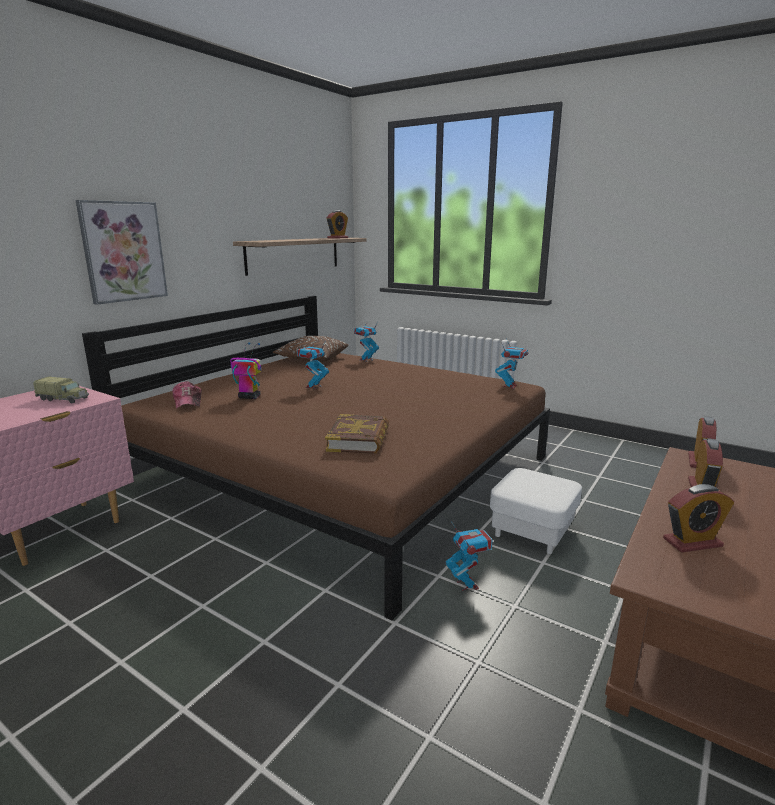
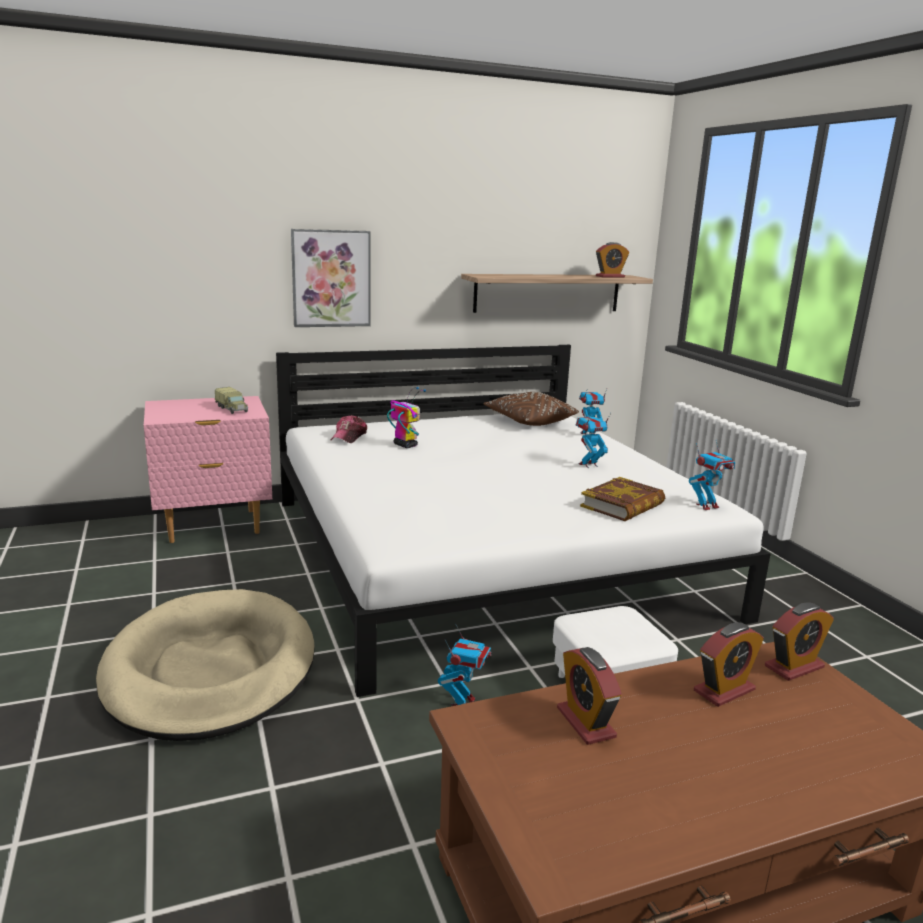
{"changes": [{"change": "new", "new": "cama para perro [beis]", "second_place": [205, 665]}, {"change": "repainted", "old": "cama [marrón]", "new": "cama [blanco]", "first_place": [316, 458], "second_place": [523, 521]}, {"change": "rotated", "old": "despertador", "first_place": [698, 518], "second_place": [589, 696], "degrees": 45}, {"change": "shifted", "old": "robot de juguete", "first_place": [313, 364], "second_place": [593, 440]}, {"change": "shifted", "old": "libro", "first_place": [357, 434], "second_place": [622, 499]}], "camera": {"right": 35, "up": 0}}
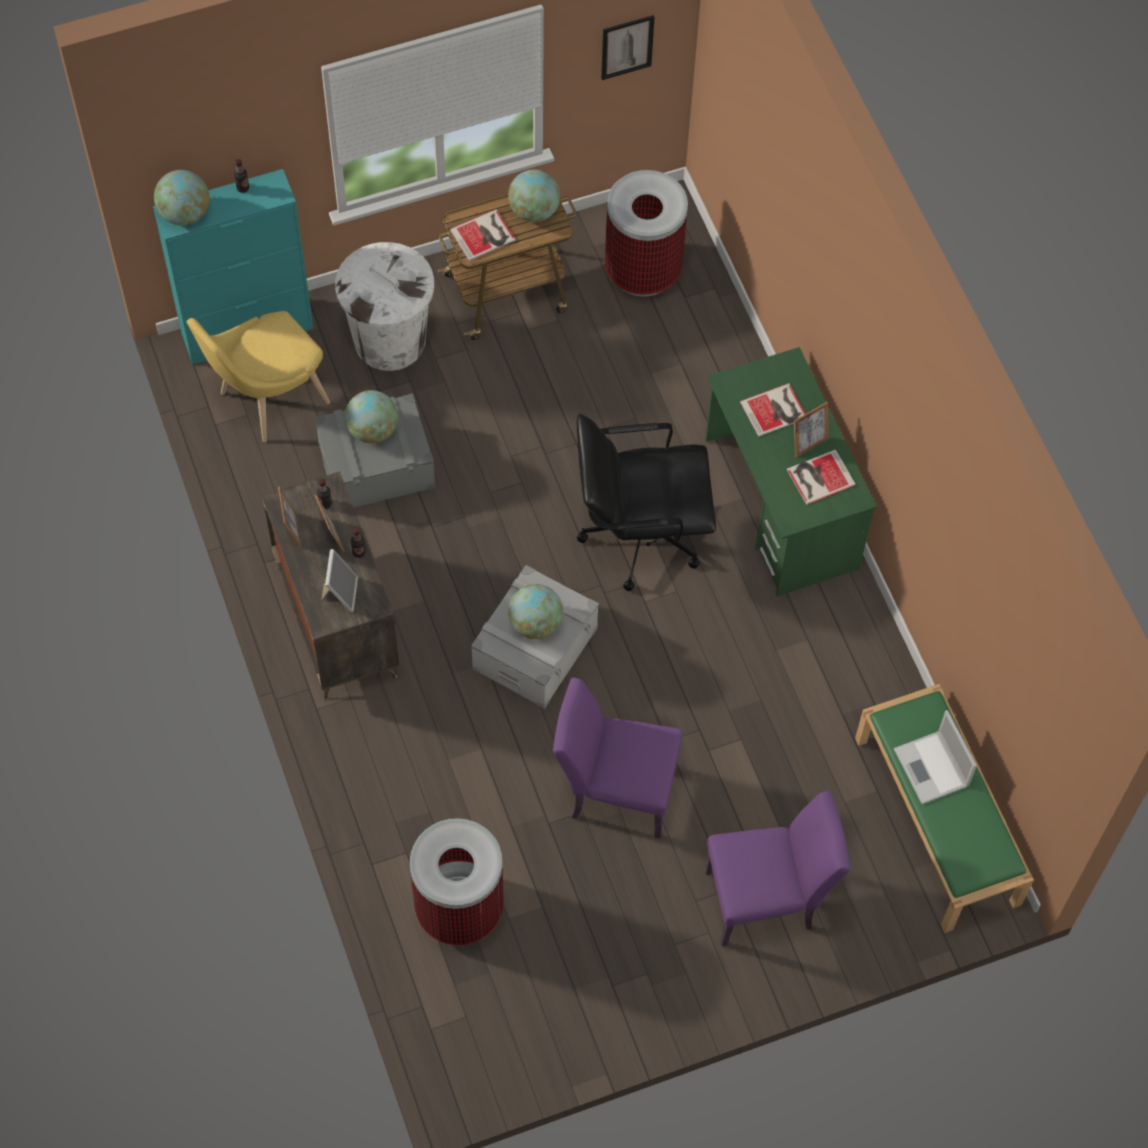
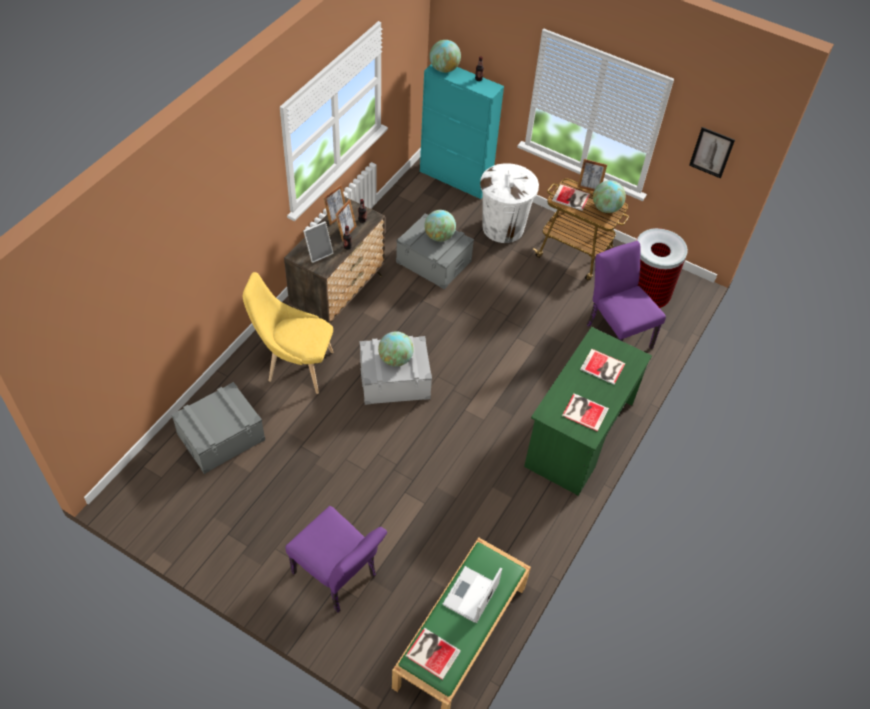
{"changes": [{"change": "swapped", "old": "papelera", "new": "caja de almacenaje [gris]", "first_place": [457, 881], "second_place": [218, 428]}, {"change": "shifted", "old": "silla [amarillo]", "first_place": [258, 376], "second_place": [288, 333]}, {"change": "new", "new": "libro", "second_place": [433, 654]}, {"change": "shifted", "old": "portarretratos", "first_place": [811, 429], "second_place": [592, 175]}, {"change": "shifted", "old": "silla [morado]", "first_place": [617, 758], "second_place": [626, 295]}, {"change": "gone", "old": "silla de oficina [negro]", "first_place": [646, 502]}], "camera": {"right": 50, "up": -10}}
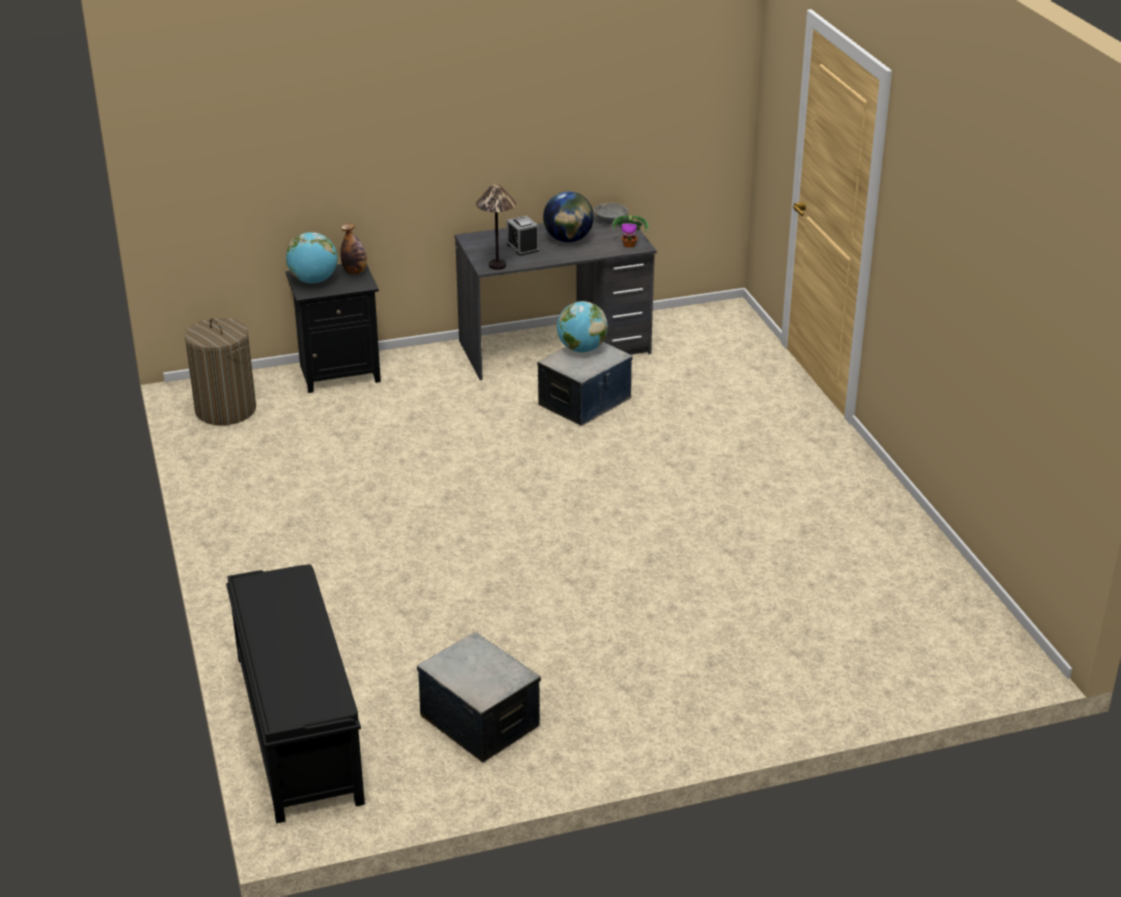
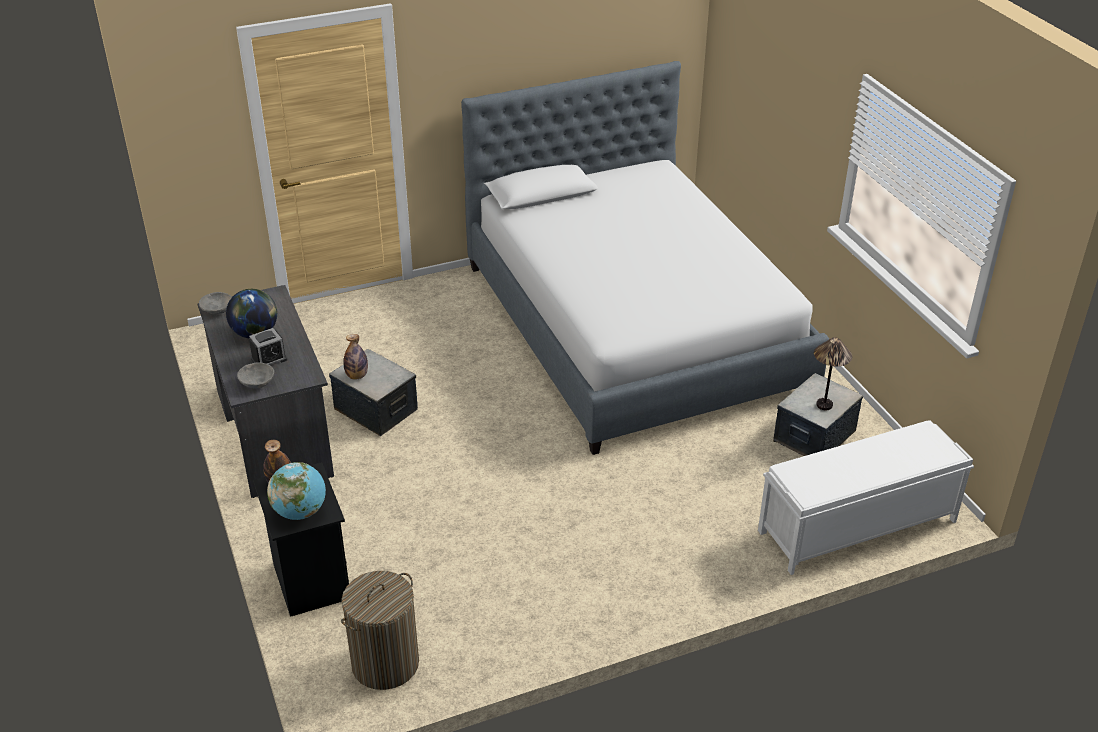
{"changes": [{"change": "new", "new": "cuenco [gris]", "second_place": [255, 375]}, {"change": "swapped", "old": "globo terráqueo", "new": "botella", "first_place": [582, 326], "second_place": [355, 357]}, {"change": "new", "new": "cama", "second_place": [645, 258]}, {"change": "repainted", "old": "banco [negro]", "new": "banco [blanco]", "first_place": [295, 693], "second_place": [866, 497]}, {"change": "shifted", "old": "lámpara de mesa", "first_place": [496, 227], "second_place": [833, 373]}, {"change": "gone", "old": "planta en maceta", "first_place": [630, 231]}], "camera": {"right": -95, "up": 5}}
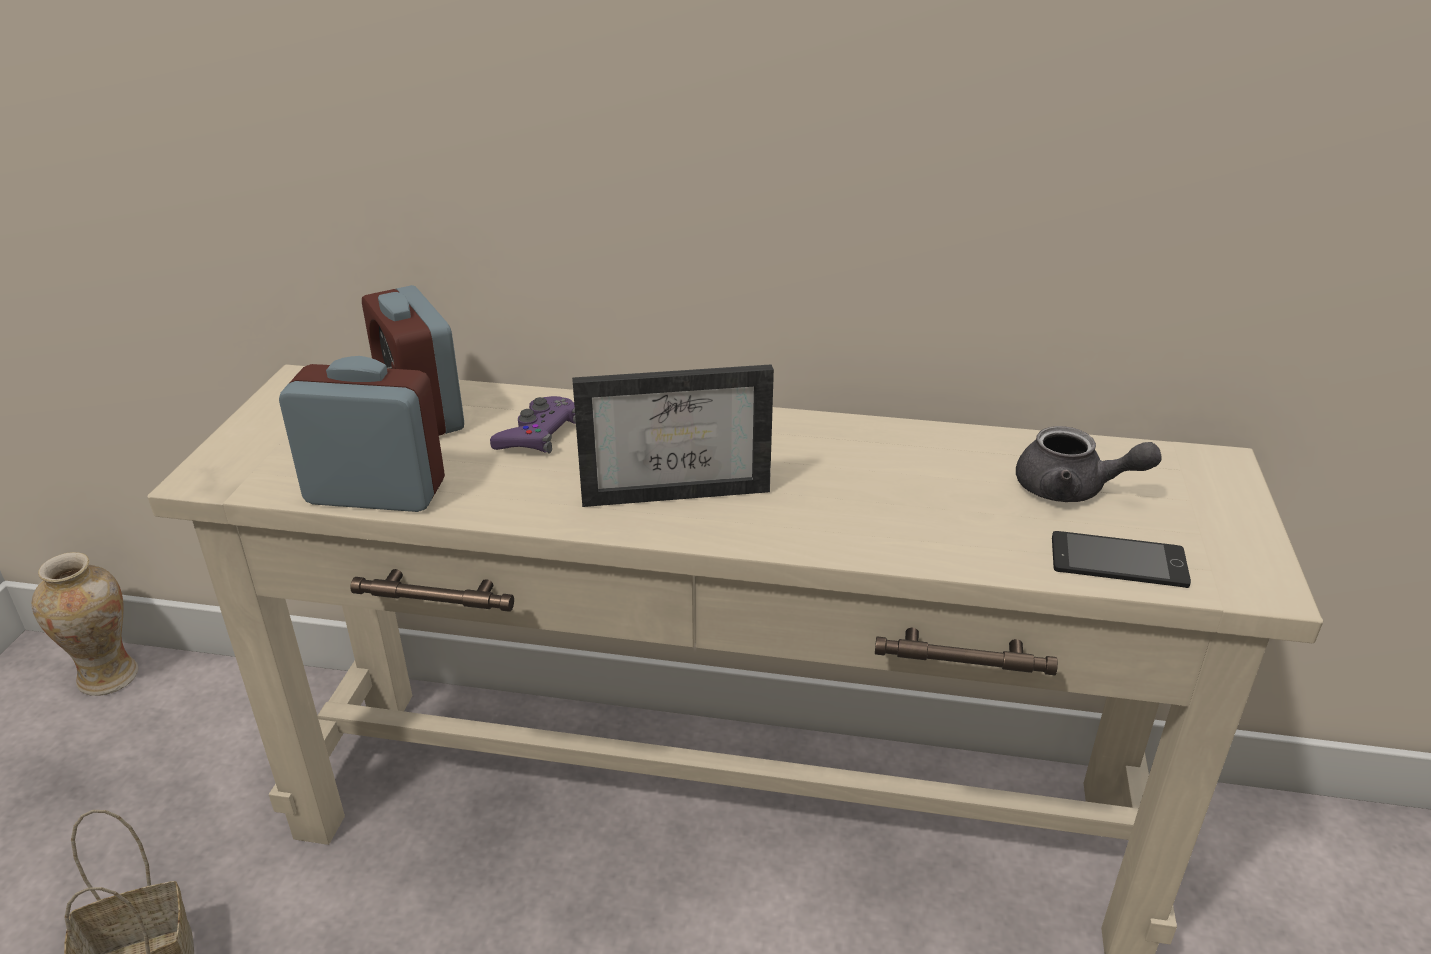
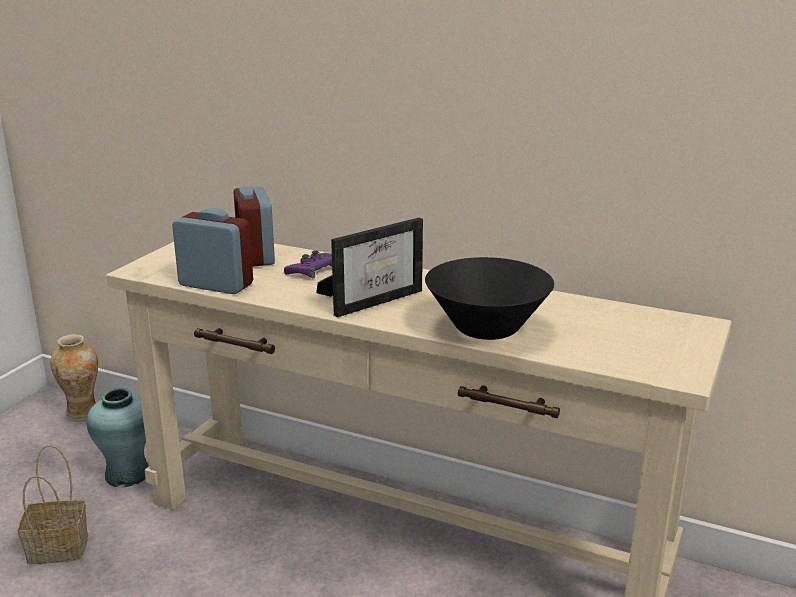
{"changes": [{"change": "new", "new": "florero [turquesa]", "second_place": [118, 437]}, {"change": "rotated", "old": "portarretratos", "first_place": [673, 435], "second_place": [369, 267], "degrees": -45}, {"change": "new", "new": "cuenco [negro]", "second_place": [489, 298]}, {"change": "gone", "old": "tetera [gris]", "first_place": [1089, 464]}, {"change": "gone", "old": "móvil", "first_place": [1121, 559]}], "camera": {"right": 15, "up": -10}}
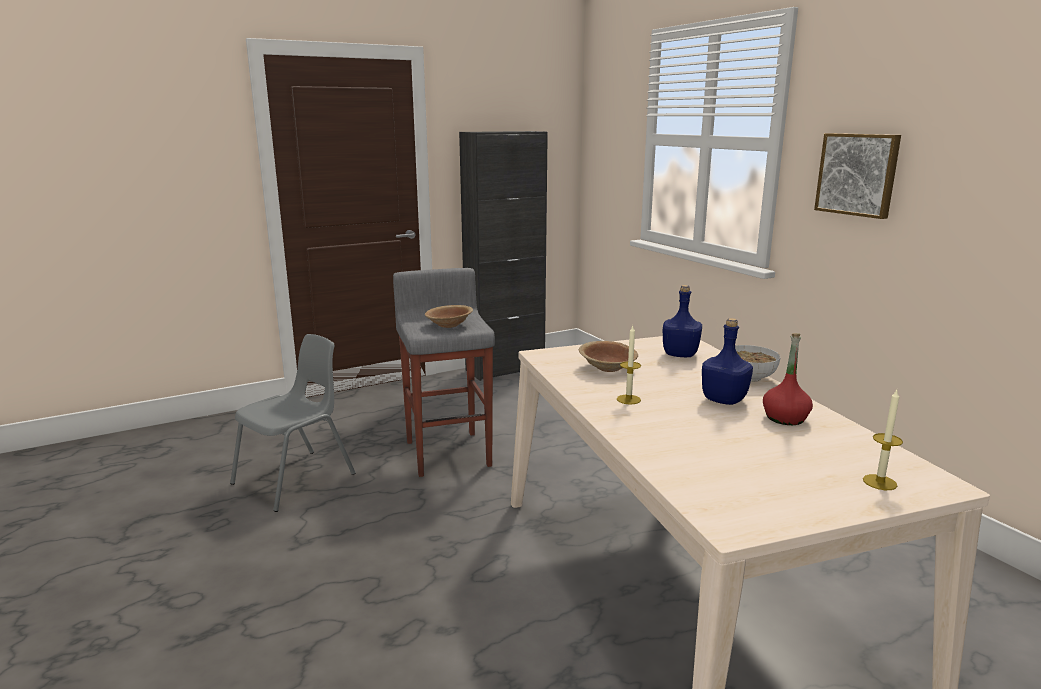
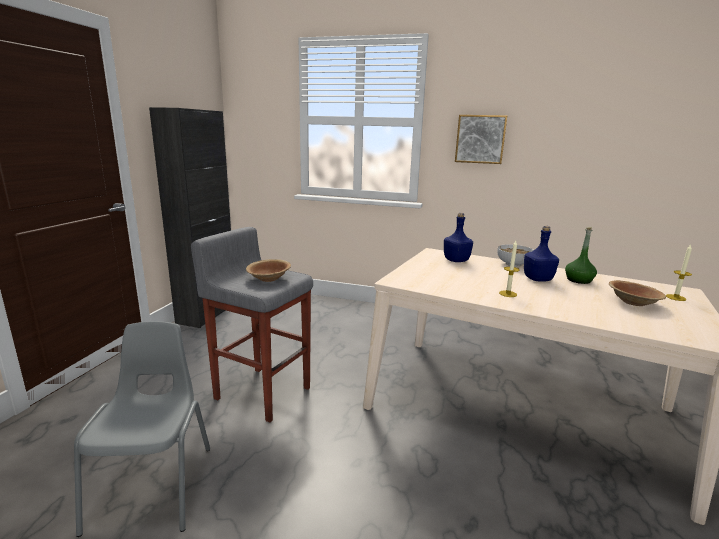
{"changes": [{"change": "repainted", "old": "botella [rojo]", "new": "botella [verde]", "first_place": [788, 379], "second_place": [581, 255]}, {"change": "shifted", "old": "cuenco [marrón]", "first_place": [608, 356], "second_place": [637, 293]}], "camera": {"right": -45, "up": 0}}
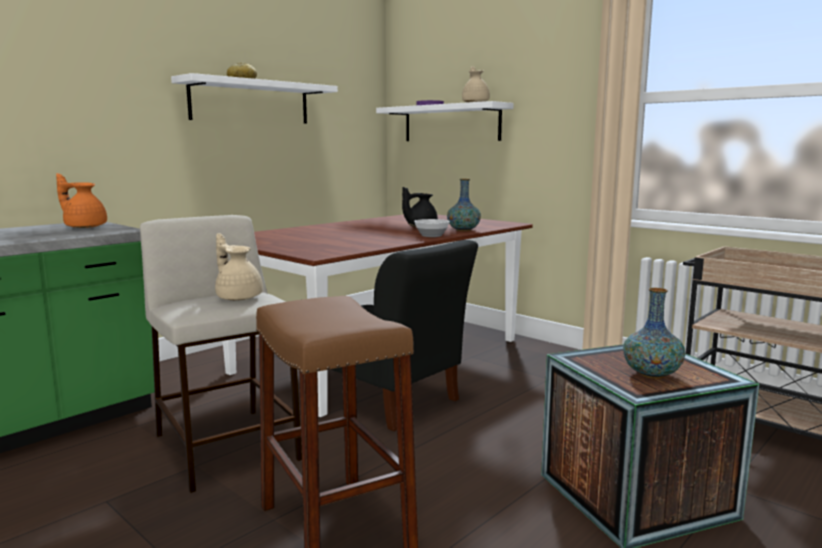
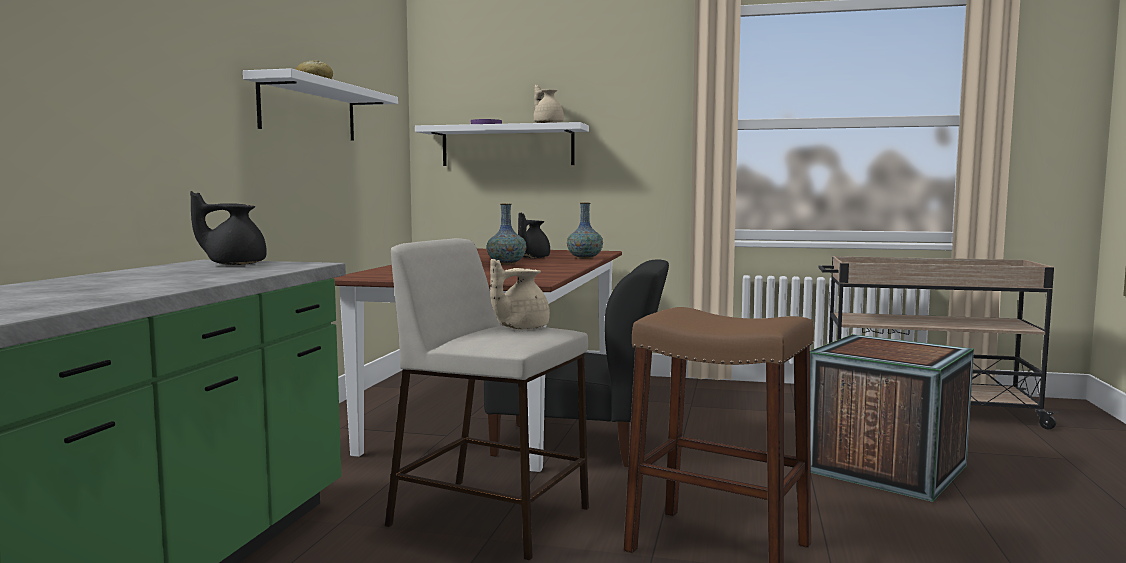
{"changes": [{"change": "repainted", "old": "tetera [naranja]", "new": "tetera [negro]", "first_place": [81, 200], "second_place": [228, 228]}, {"change": "shifted", "old": "florero", "first_place": [654, 333], "second_place": [507, 234]}, {"change": "rotated", "old": "tetera [beis]", "first_place": [239, 266], "second_place": [520, 294], "degrees": -60}, {"change": "gone", "old": "cuenco", "first_place": [432, 228]}], "camera": {"right": -30, "up": -5}}
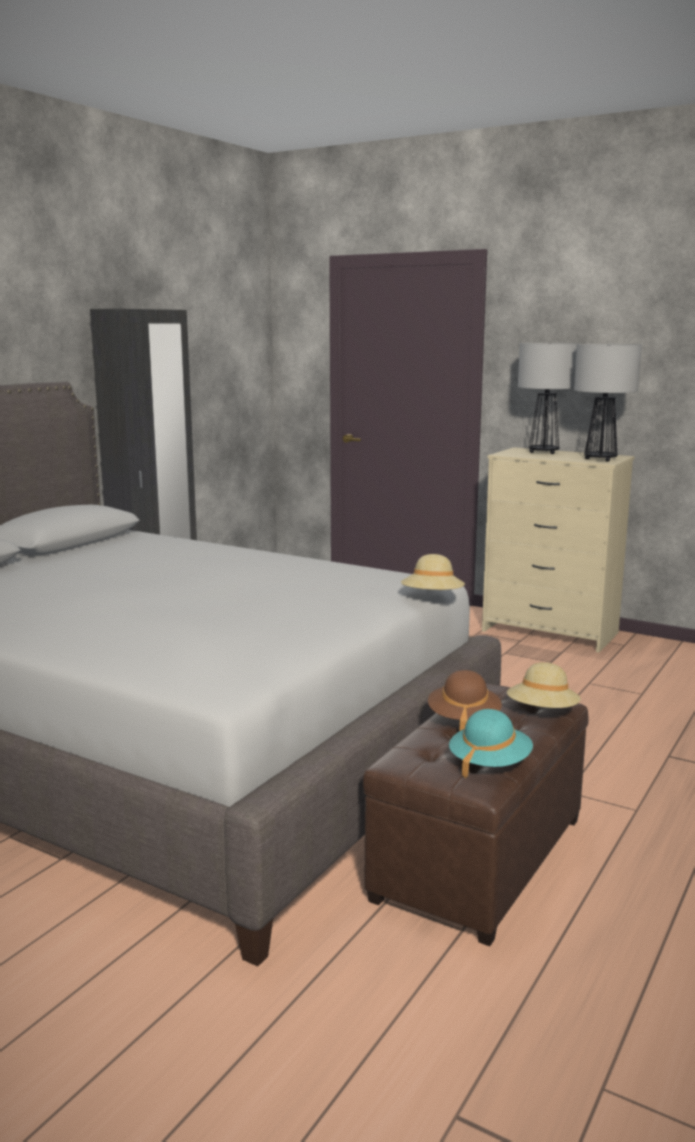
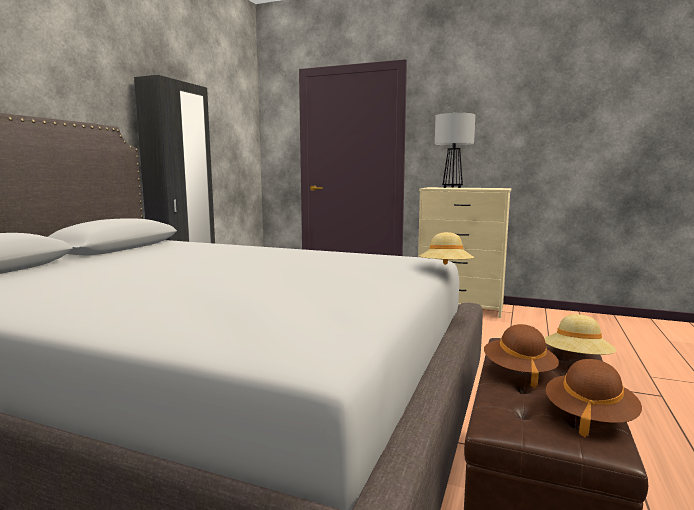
{"changes": [{"change": "repainted", "old": "sombrero [turquesa]", "new": "sombrero [marrón]", "first_place": [491, 743], "second_place": [594, 398]}, {"change": "gone", "old": "lámpara de mesa", "first_place": [608, 403]}], "camera": {"right": -10, "up": -5}}
